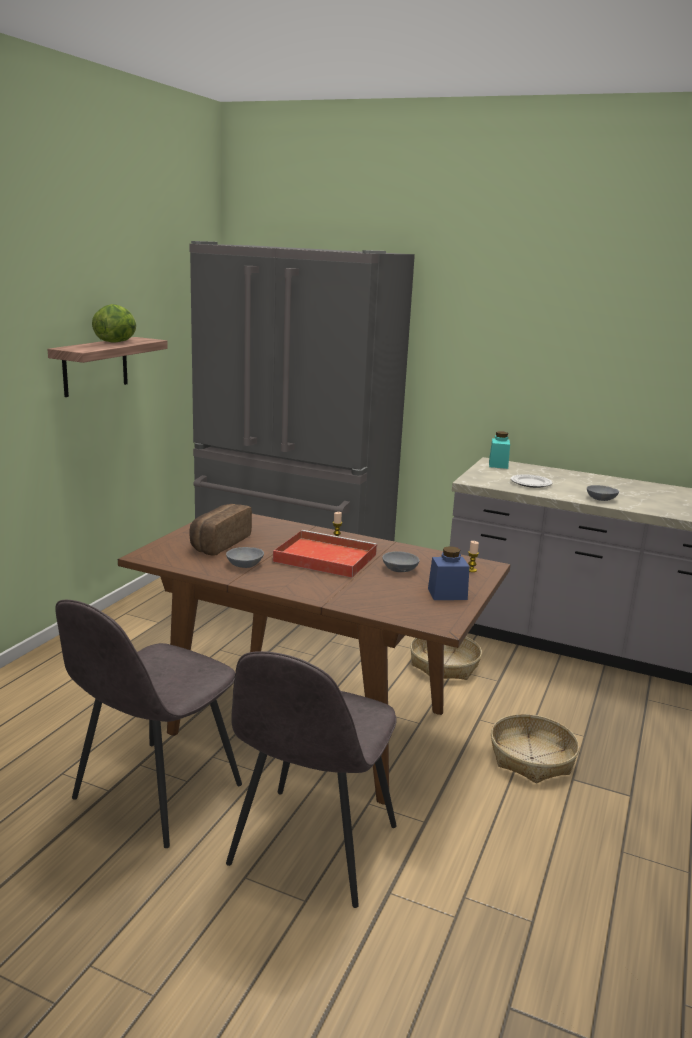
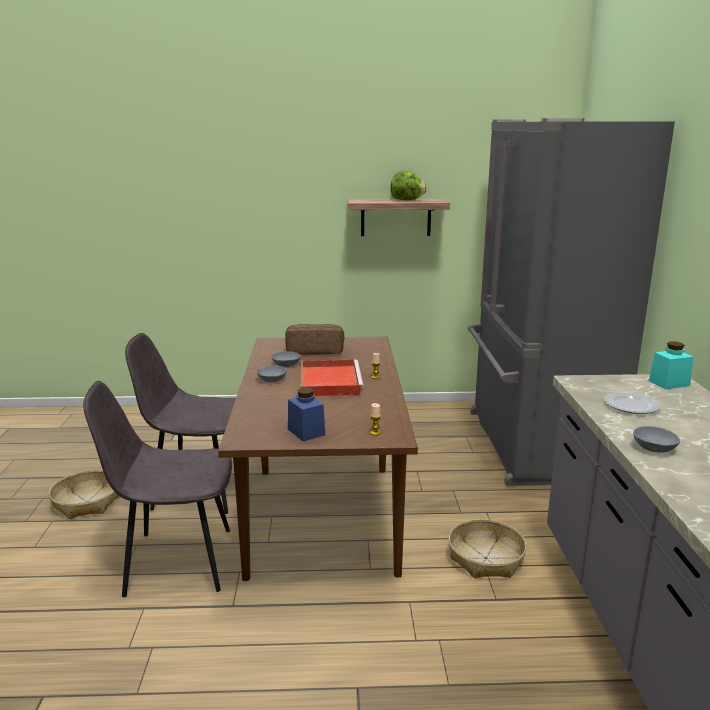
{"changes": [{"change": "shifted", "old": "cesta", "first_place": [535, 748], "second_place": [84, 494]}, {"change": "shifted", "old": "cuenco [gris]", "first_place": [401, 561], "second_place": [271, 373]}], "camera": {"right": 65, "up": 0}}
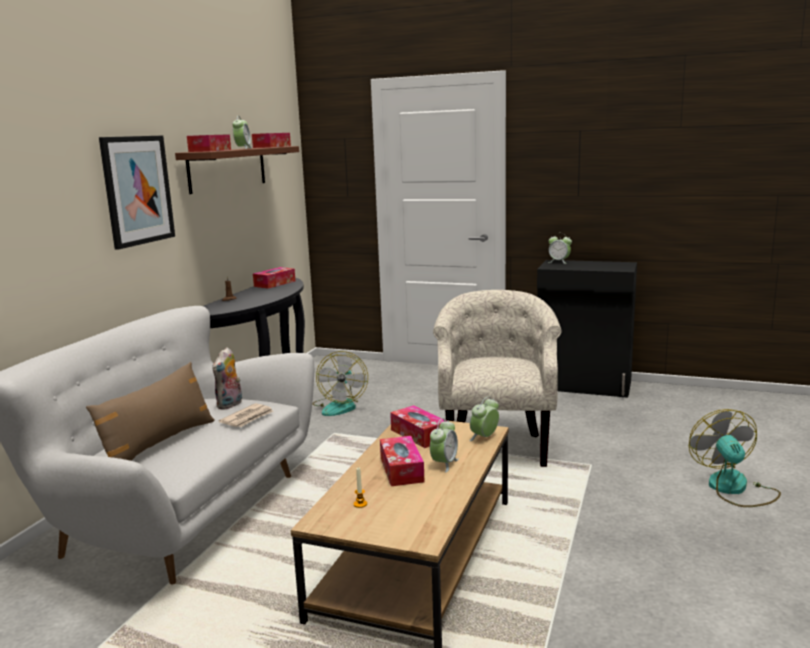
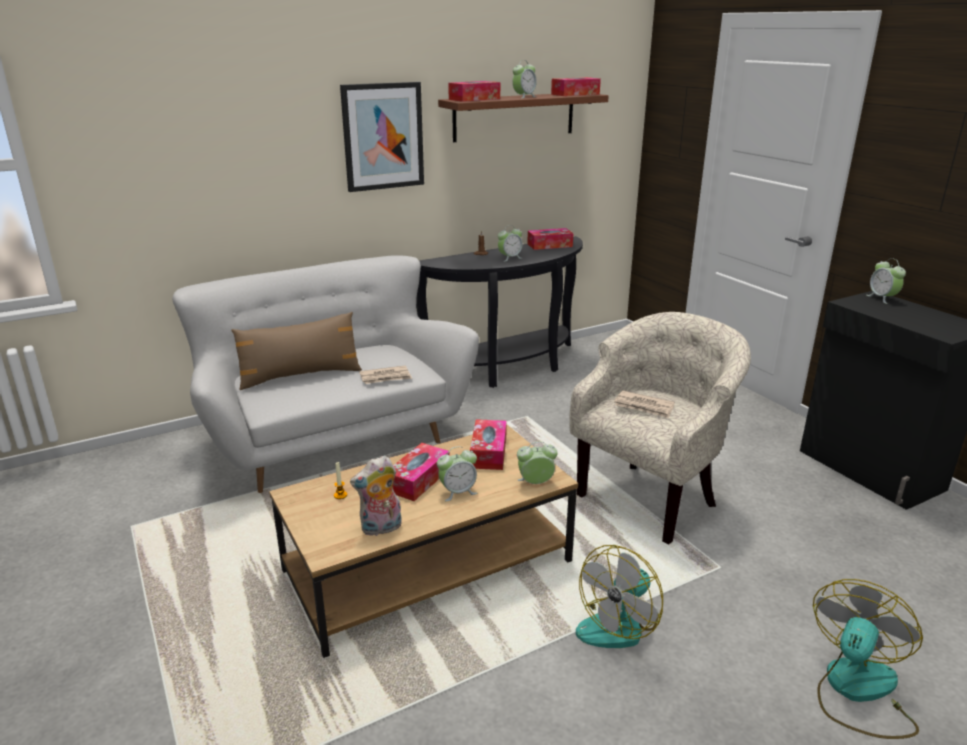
{"changes": [{"change": "shifted", "old": "peluche", "first_place": [227, 378], "second_place": [376, 495]}, {"change": "new", "new": "despertador", "second_place": [510, 243]}, {"change": "shifted", "old": "ventilador", "first_place": [340, 383], "second_place": [619, 596]}, {"change": "new", "new": "periódico", "second_place": [644, 404]}], "camera": {"right": 40, "up": 10}}
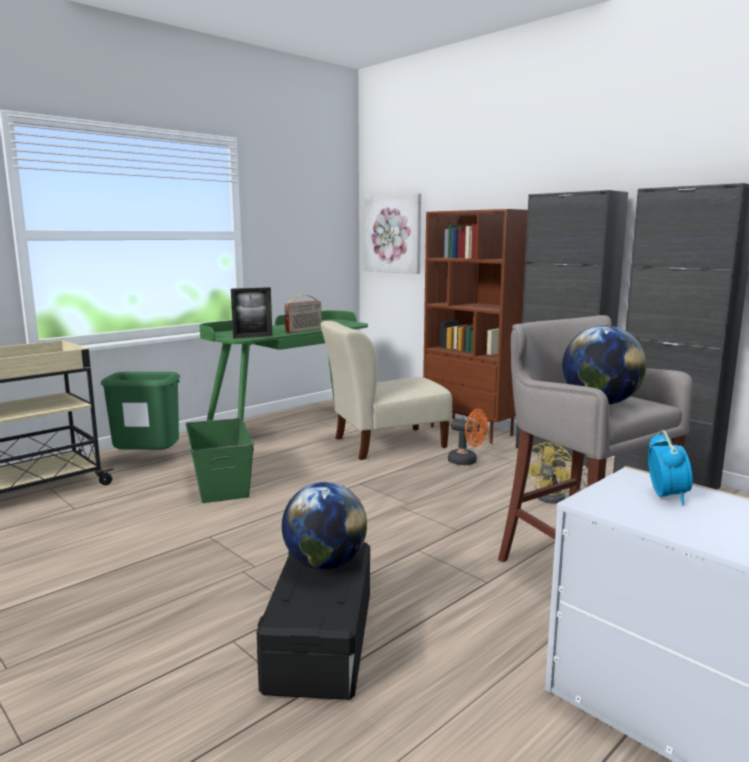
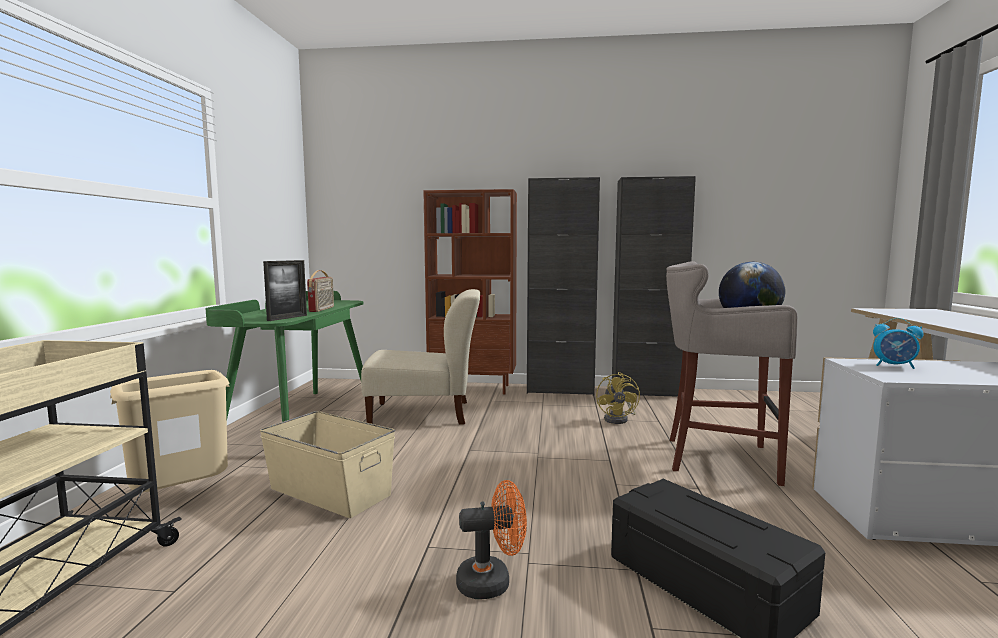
{"changes": [{"change": "repainted", "old": "papelera [verde]", "new": "papelera [beis]", "first_place": [140, 411], "second_place": [170, 431]}, {"change": "repainted", "old": "caja de almacenaje [verde]", "new": "caja de almacenaje [beis]", "first_place": [220, 460], "second_place": [327, 464]}, {"change": "rotated", "old": "silla [beis]", "first_place": [386, 390], "second_place": [420, 357], "degrees": -120}, {"change": "shifted", "old": "ventilador [naranja]", "first_place": [468, 437], "second_place": [491, 539]}, {"change": "rotated", "old": "despertador", "first_place": [670, 467], "second_place": [898, 343], "degrees": 150}, {"change": "gone", "old": "globo terráqueo", "first_place": [324, 526]}, {"change": "gone", "old": "cuadro", "first_place": [392, 233]}], "camera": {"right": -40, "up": -5}}
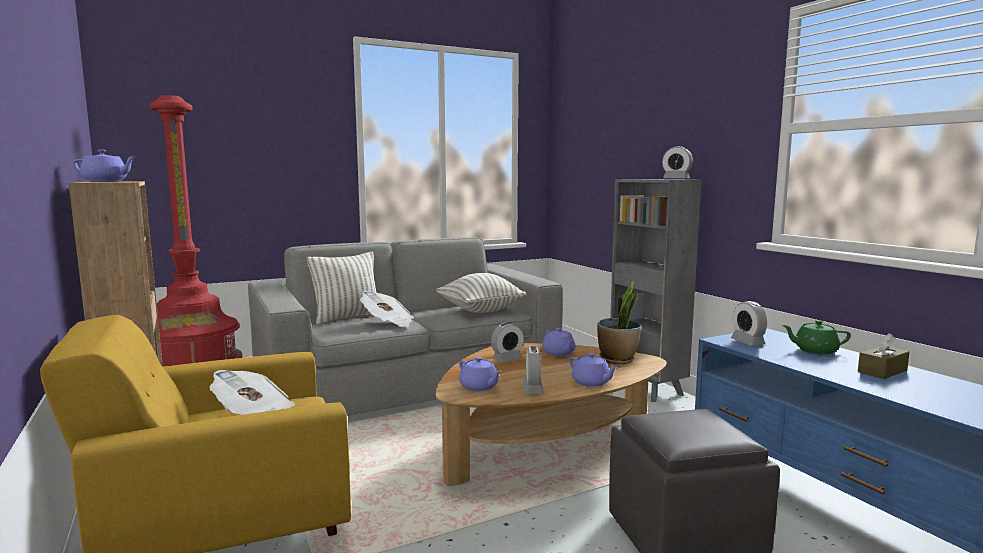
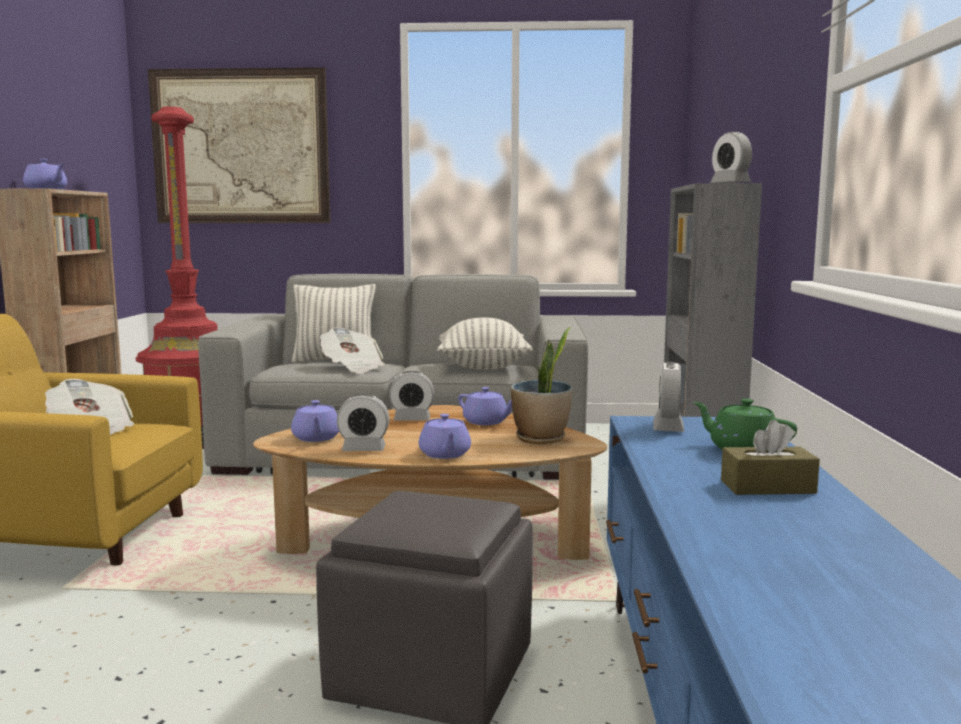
{"changes": [{"change": "new", "new": "cuadro", "second_place": [239, 145]}, {"change": "rotated", "old": "despertador", "first_place": [533, 370], "second_place": [363, 422], "degrees": 60}, {"change": "rotated", "old": "tetera [morado]", "first_place": [558, 342], "second_place": [485, 406], "degrees": -60}], "camera": {"right": 30, "up": 0}}
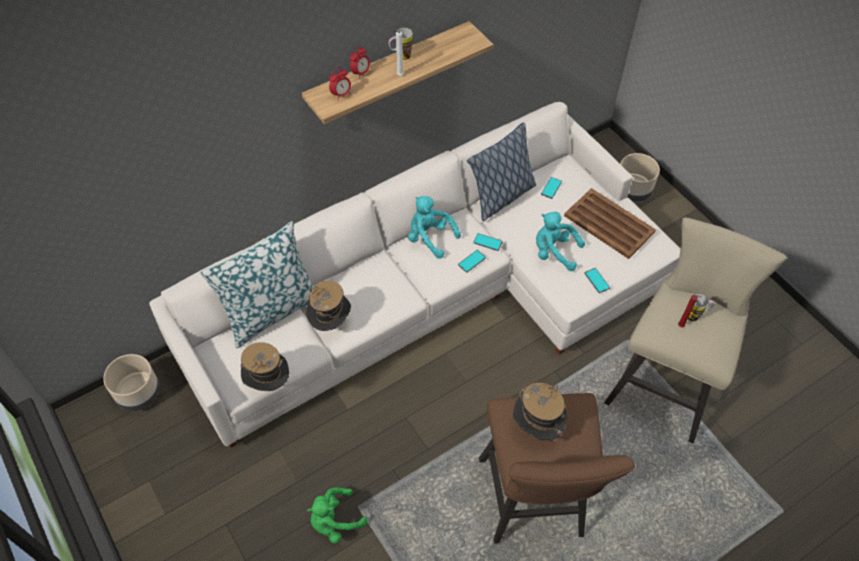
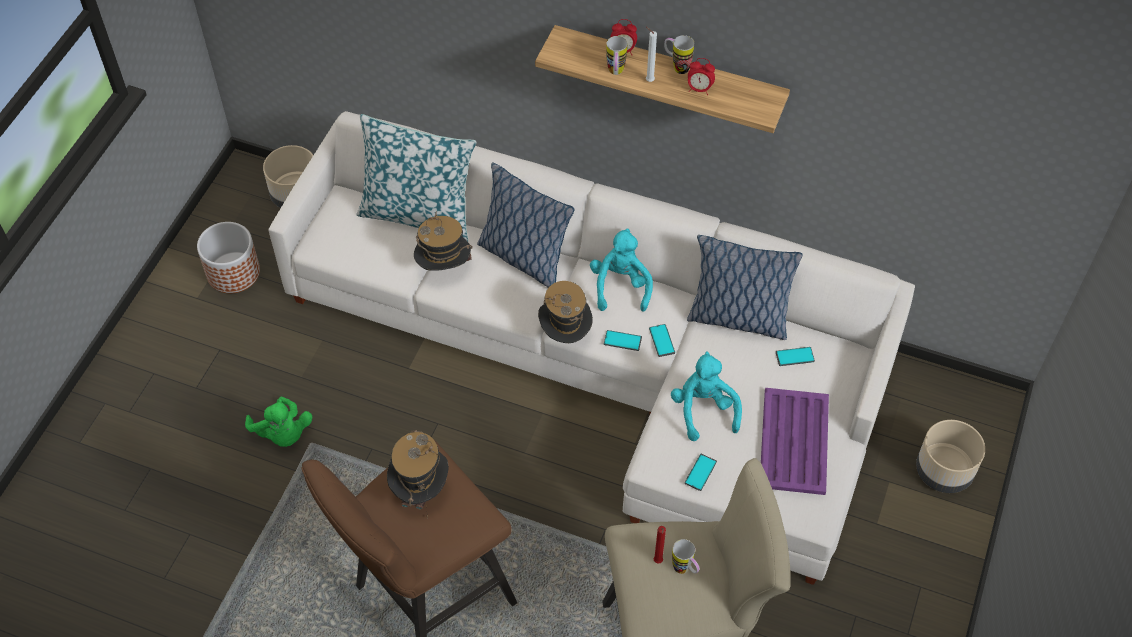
{"changes": [{"change": "new", "new": "maceta", "second_place": [228, 257]}, {"change": "rotated", "old": "peluche [verde]", "first_place": [337, 515], "second_place": [278, 422], "degrees": -150}, {"change": "new", "new": "cojín", "second_place": [525, 225]}, {"change": "shifted", "old": "sombrero", "first_place": [265, 366], "second_place": [565, 312]}, {"change": "new", "new": "taza grande", "second_place": [616, 55]}, {"change": "shifted", "old": "despertador", "first_place": [340, 84], "second_place": [701, 76]}, {"change": "repainted", "old": "bandeja [marrón]", "new": "bandeja [morado]", "first_place": [610, 223], "second_place": [795, 441]}], "camera": {"right": 55, "up": 0}}
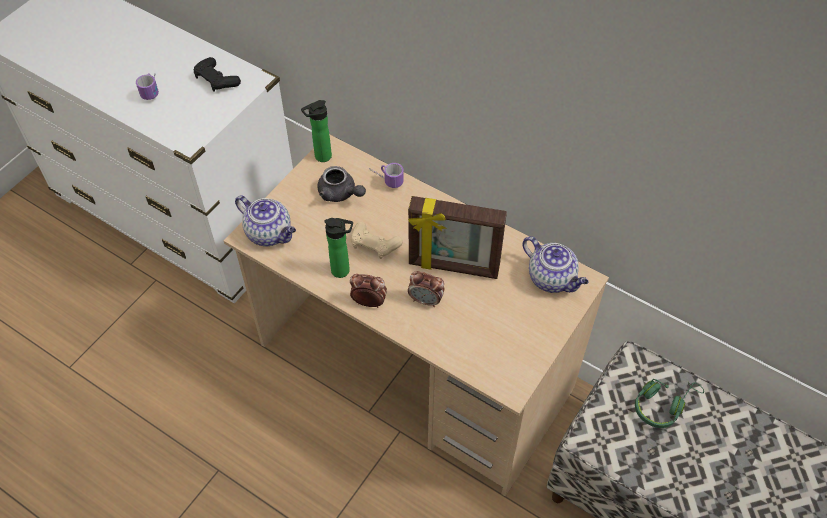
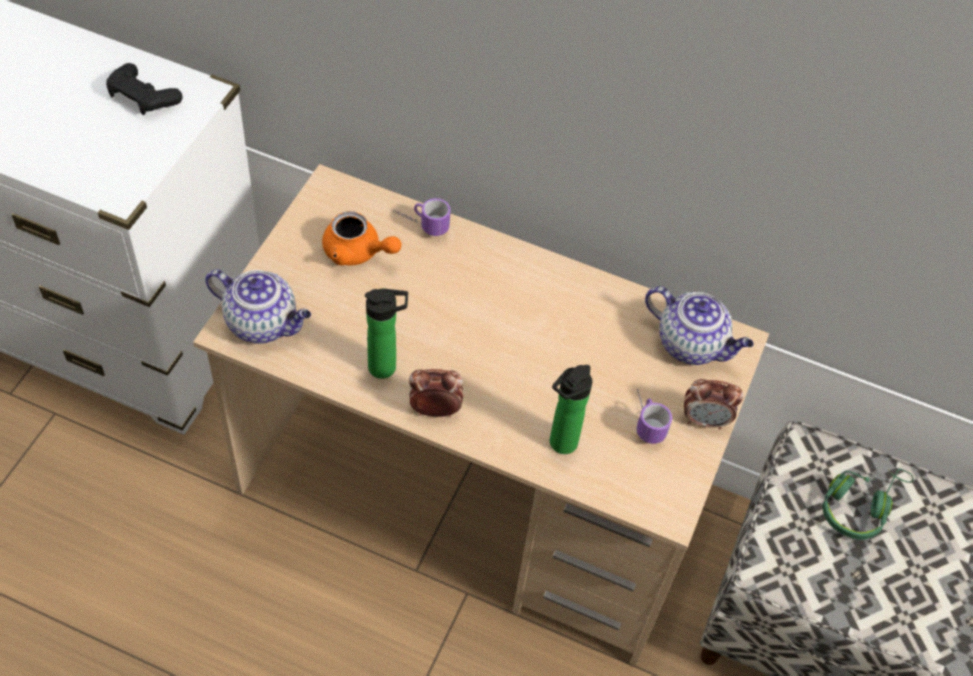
{"changes": [{"change": "repainted", "old": "tetera [gris]", "new": "tetera [naranja]", "first_place": [341, 184], "second_place": [362, 238]}, {"change": "shifted", "old": "botella", "first_place": [316, 131], "second_place": [571, 409]}, {"change": "shifted", "old": "taza grande", "first_place": [147, 87], "second_place": [654, 416]}, {"change": "shifted", "old": "despertador", "first_place": [426, 289], "second_place": [713, 404]}, {"change": "gone", "old": "mando de consola [beis]", "first_place": [377, 240]}, {"change": "gone", "old": "portarretratos", "first_place": [457, 237]}], "camera": {"right": -15, "up": 0}}
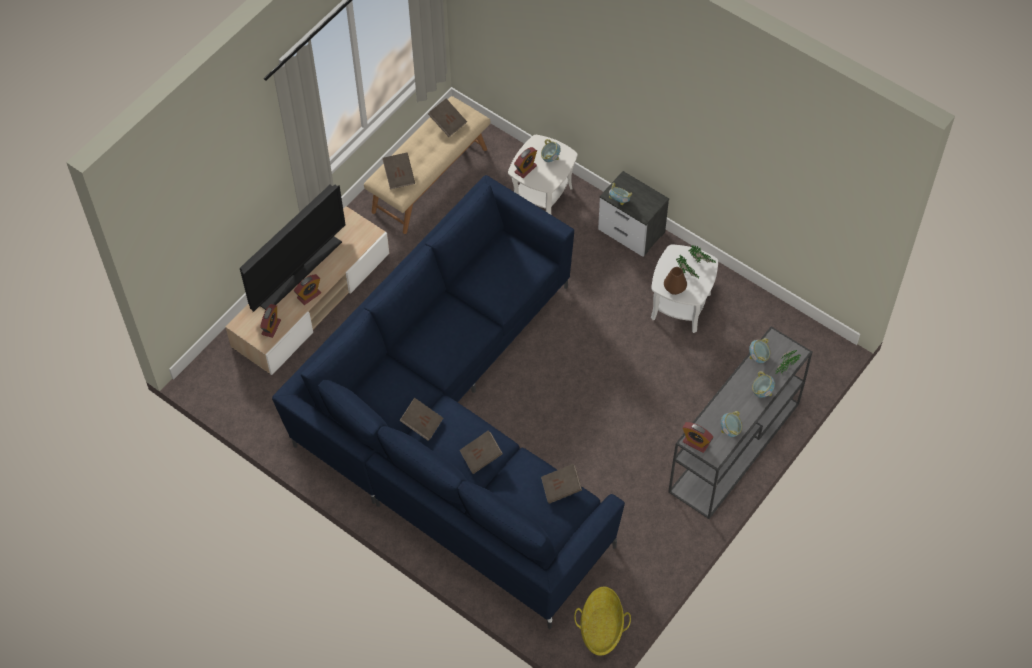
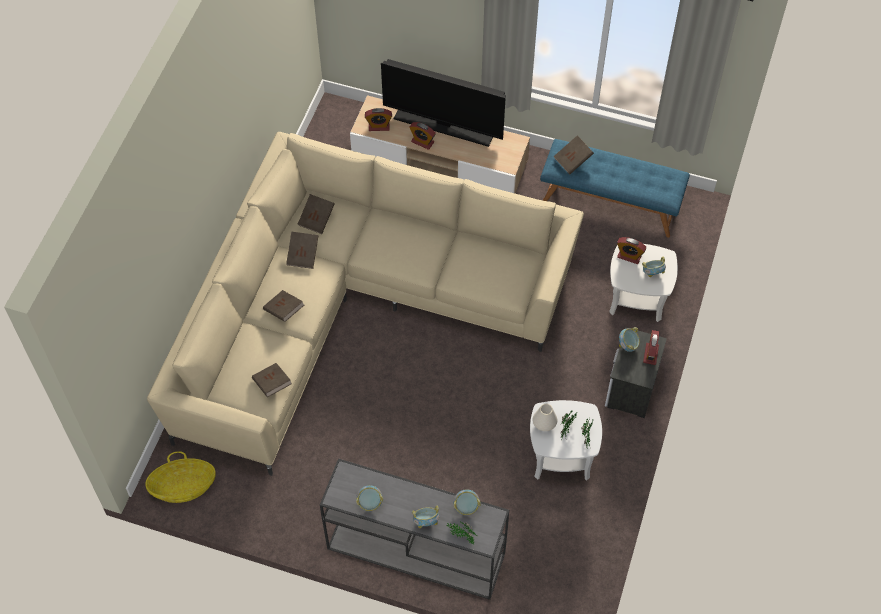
{"changes": [{"change": "repainted", "old": "sofá [azul]", "new": "sofá [beis]", "first_place": [448, 402], "second_place": [365, 304]}, {"change": "shifted", "old": "libro [marrón]", "first_place": [447, 117], "second_place": [316, 214]}, {"change": "repainted", "old": "florero [marrón]", "new": "florero [blanco]", "first_place": [675, 281], "second_place": [545, 417]}, {"change": "repainted", "old": "banco [beis]", "new": "banco [azul]", "first_place": [427, 165], "second_place": [615, 188]}, {"change": "shifted", "old": "despertador", "first_place": [697, 437], "second_place": [651, 347]}], "camera": {"right": 70, "up": 0}}
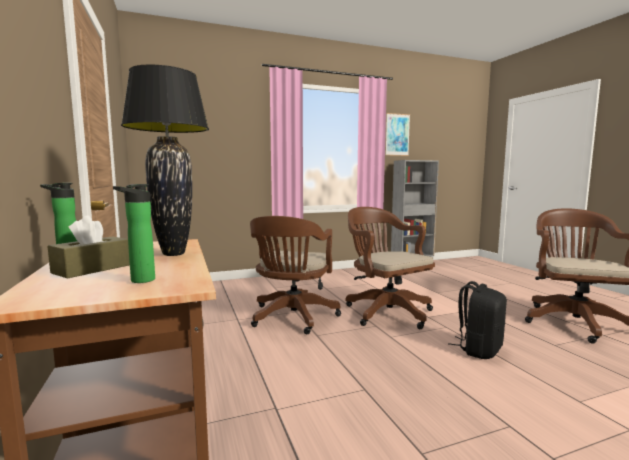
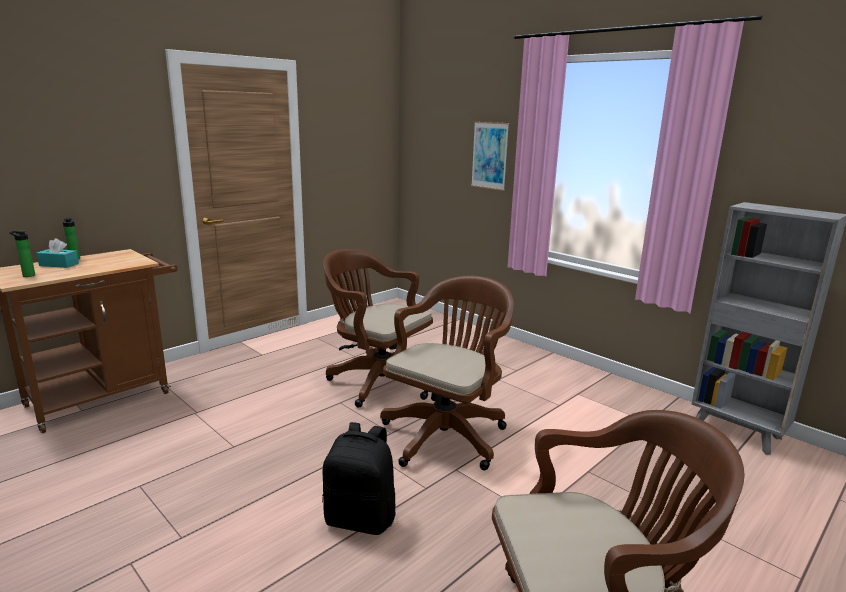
{"changes": [{"change": "repainted", "old": "caja de pañuelos [marrón]", "new": "caja de pañuelos [turquesa]", "first_place": [88, 247], "second_place": [58, 253]}, {"change": "rotated", "old": "silla de oficina [marrón]", "first_place": [295, 275], "second_place": [378, 328], "degrees": 45}, {"change": "shifted", "old": "cuadro", "first_place": [398, 134], "second_place": [490, 156]}, {"change": "gone", "old": "lámpara de mesa [negro]", "first_place": [165, 160]}], "camera": {"right": 65, "up": 10}}
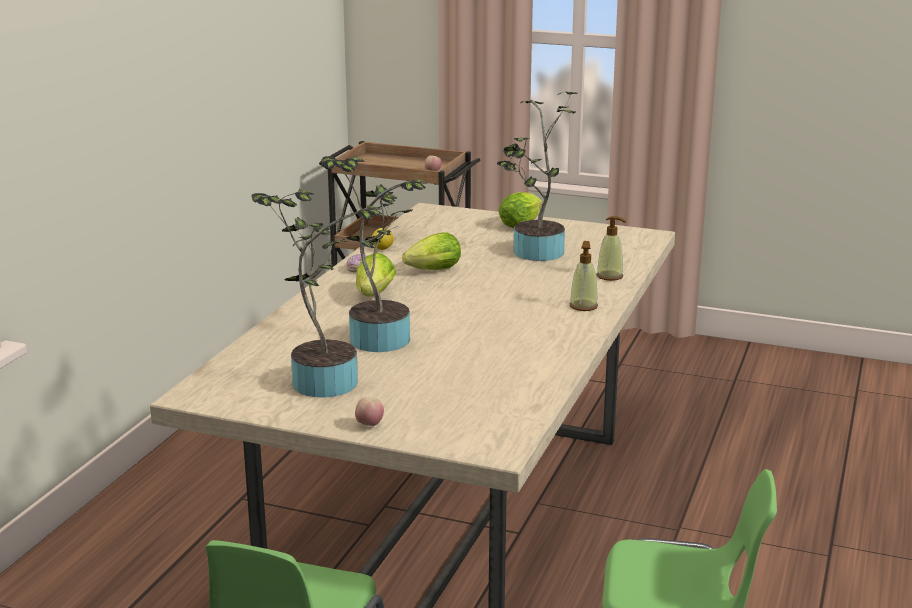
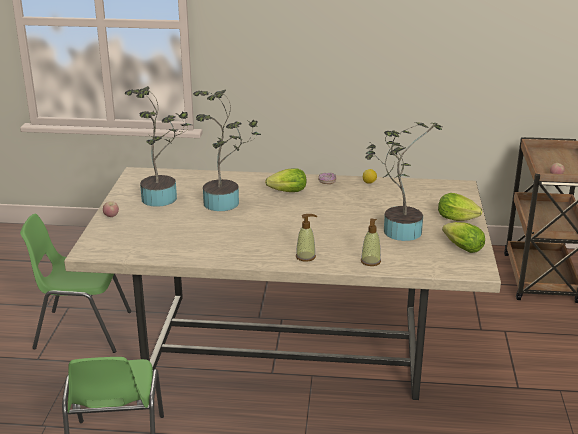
{"changes": [{"change": "shifted", "old": "lechuga", "first_place": [431, 251], "second_place": [463, 237]}], "camera": {"right": 75, "up": 5}}
